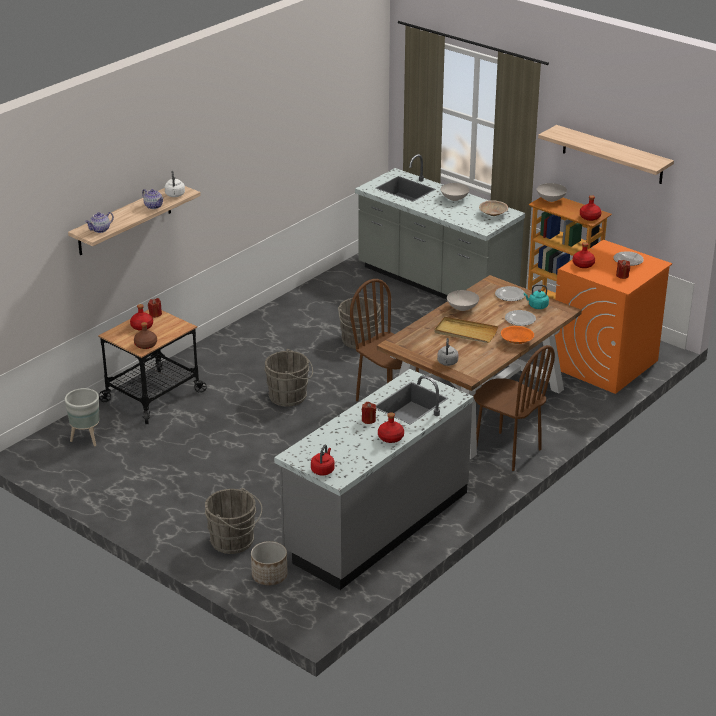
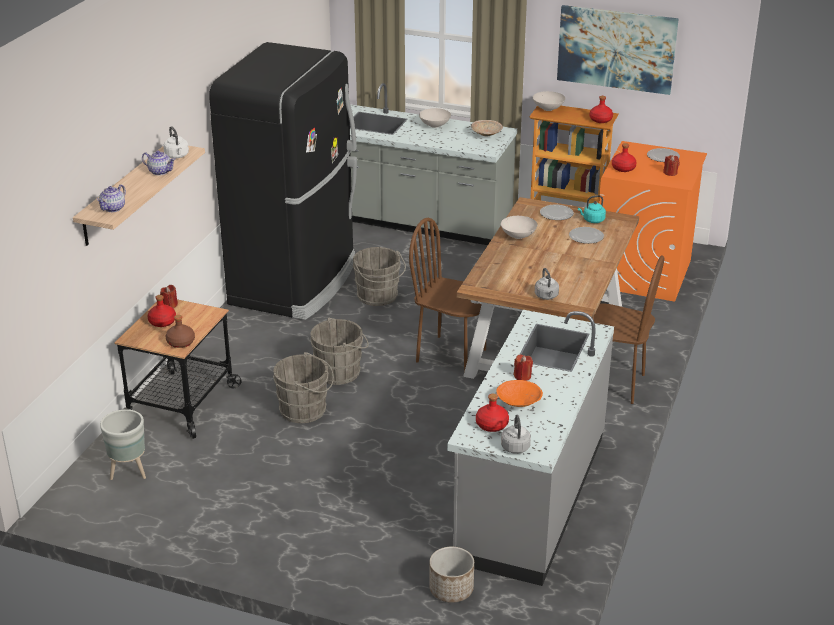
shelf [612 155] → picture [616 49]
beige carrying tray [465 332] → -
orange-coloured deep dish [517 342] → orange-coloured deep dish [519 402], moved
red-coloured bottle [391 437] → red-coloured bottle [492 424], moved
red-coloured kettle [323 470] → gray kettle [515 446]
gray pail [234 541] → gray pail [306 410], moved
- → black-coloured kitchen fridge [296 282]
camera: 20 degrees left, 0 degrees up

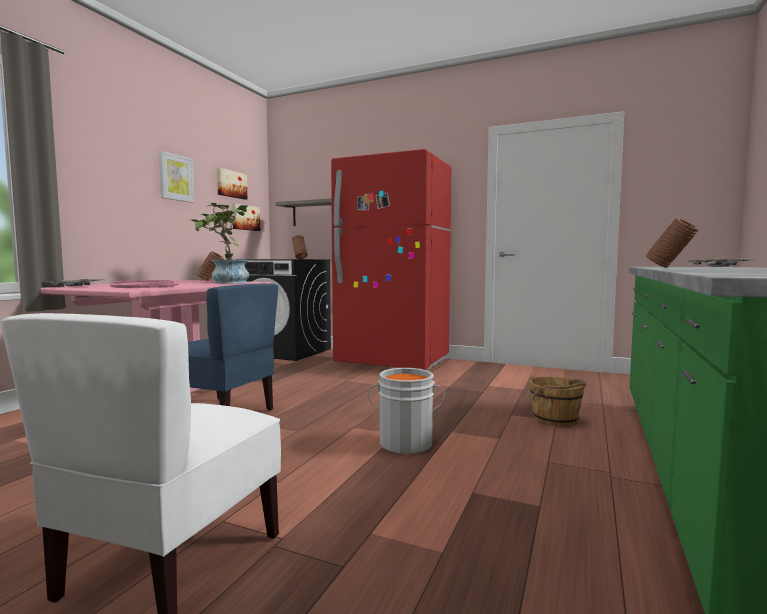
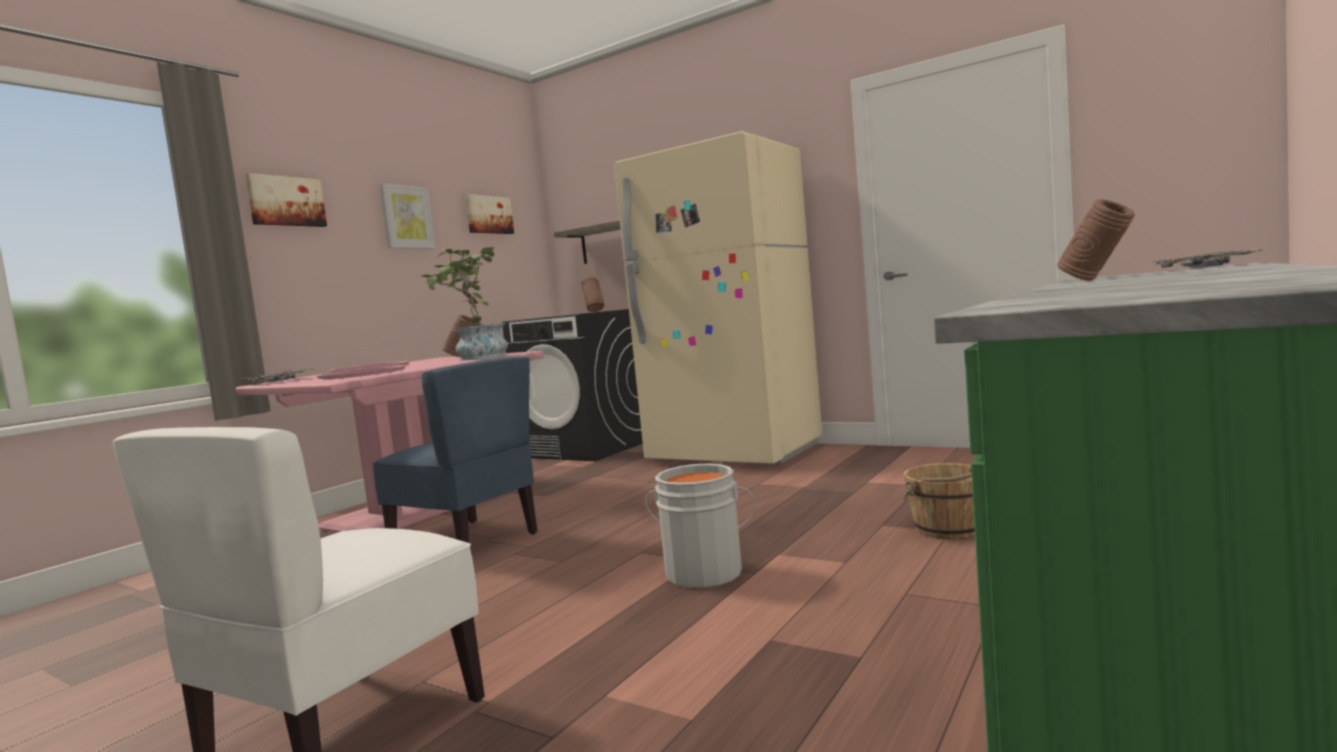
red-coloured kitchen fridge [393 362] → beige kitchen fridge [735 455]
picture [245 217] → picture [286 201], moved
camera: 10 degrees right, 0 degrees up

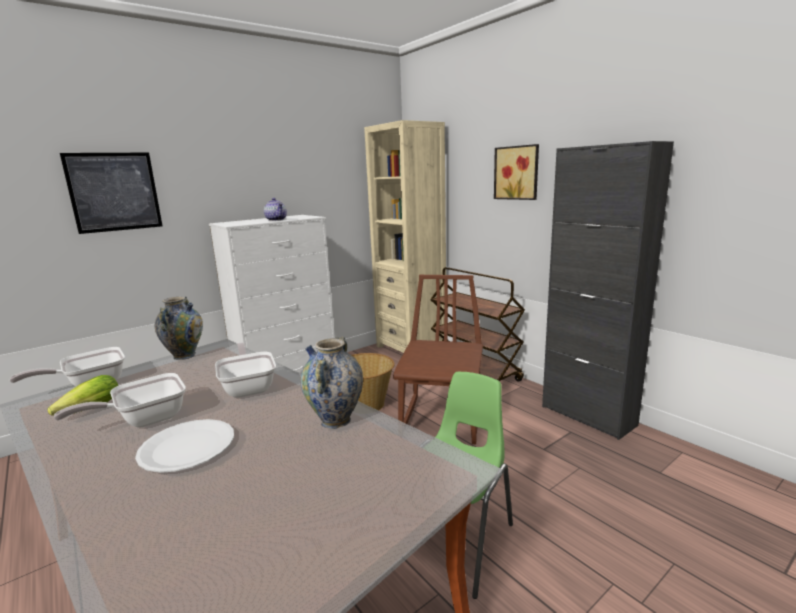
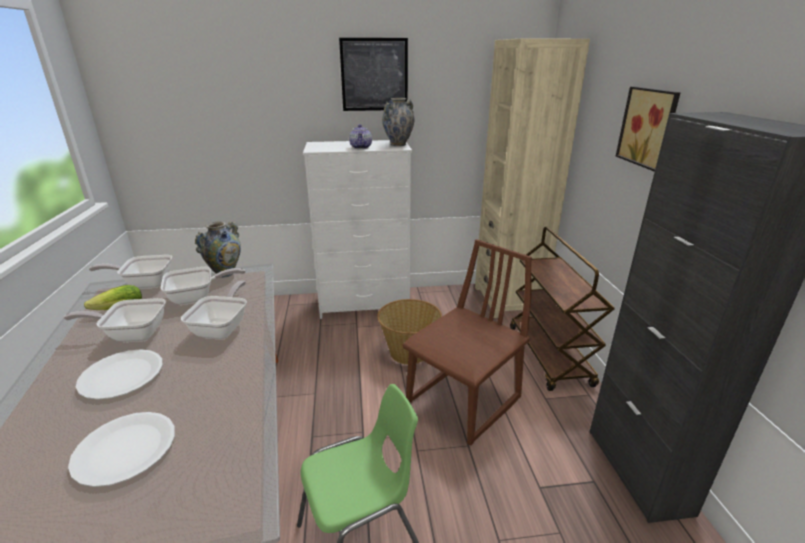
picture [114 192] → picture [374 75], moved
flower vase [335 420] → flower vase [398 144], moved
- → frying pan [198 297]
- → whitish flat dish [125 449]
camera: 30 degrees right, 10 degrees up

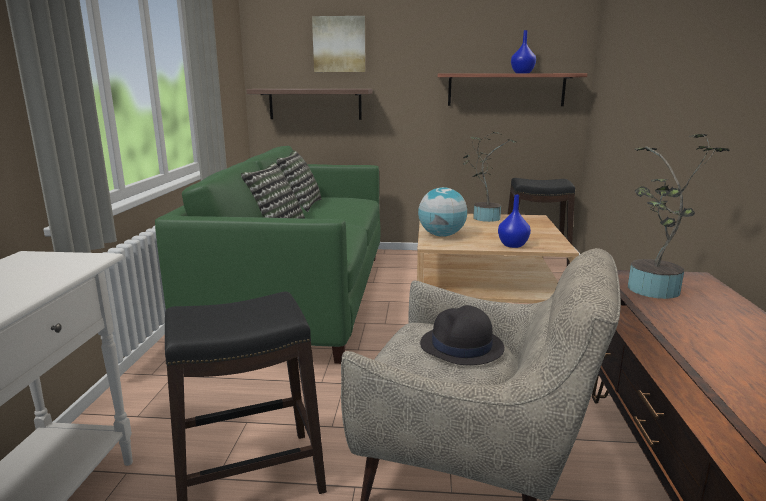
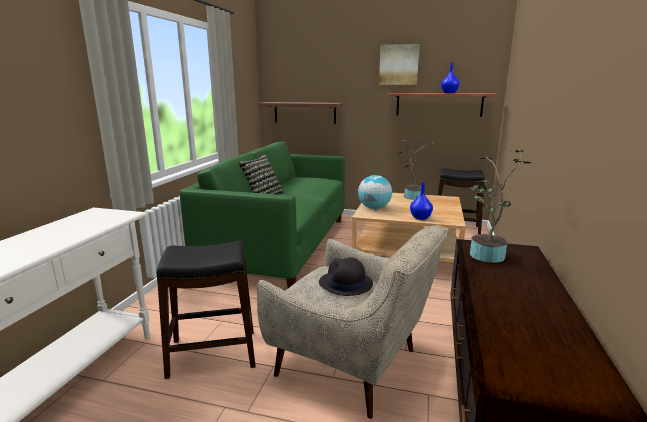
picture [339 44] → picture [398 65], moved
throw pillow [300 205] → -
camera: 10 degrees right, 0 degrees up

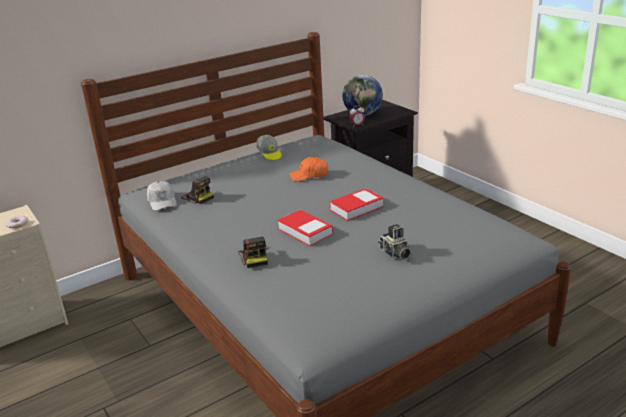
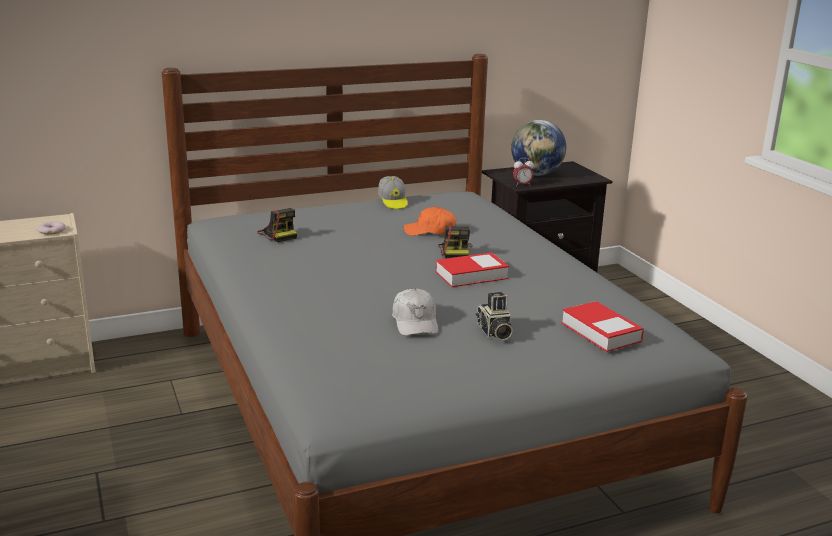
whitish baseball cap [162 201] → whitish baseball cap [415 322], moved
volume [305 231] → volume [600 332], moved
still camera [255 257] → still camera [455 251], moved
camera: 10 degrees right, 5 degrees down

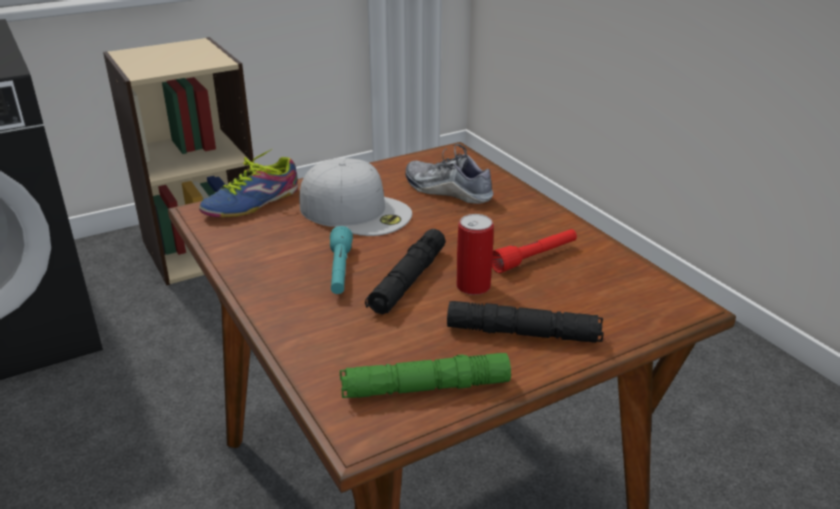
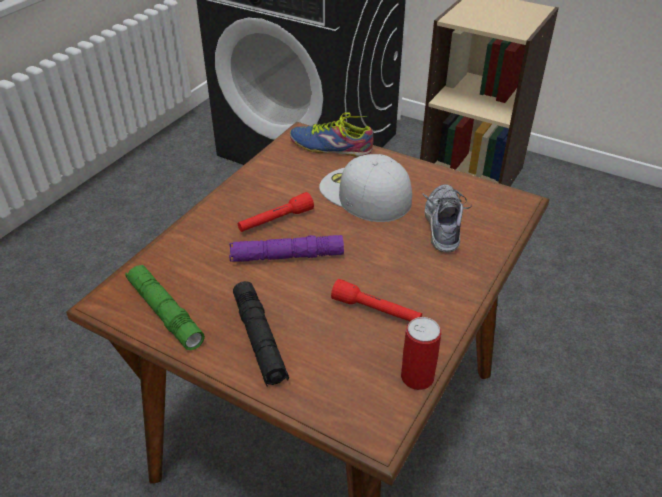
whitish baseball cap [356 211] → whitish baseball cap [364 194], 135 degrees clockwise
sealed can [473 286] → sealed can [417 377], moved
turquoise flashlight [340 270] → red-coloured flashlight [275 220]
black-coloured flashlight [408 281] → purplish flashlight [287 256]
camera: 60 degrees right, 10 degrees up

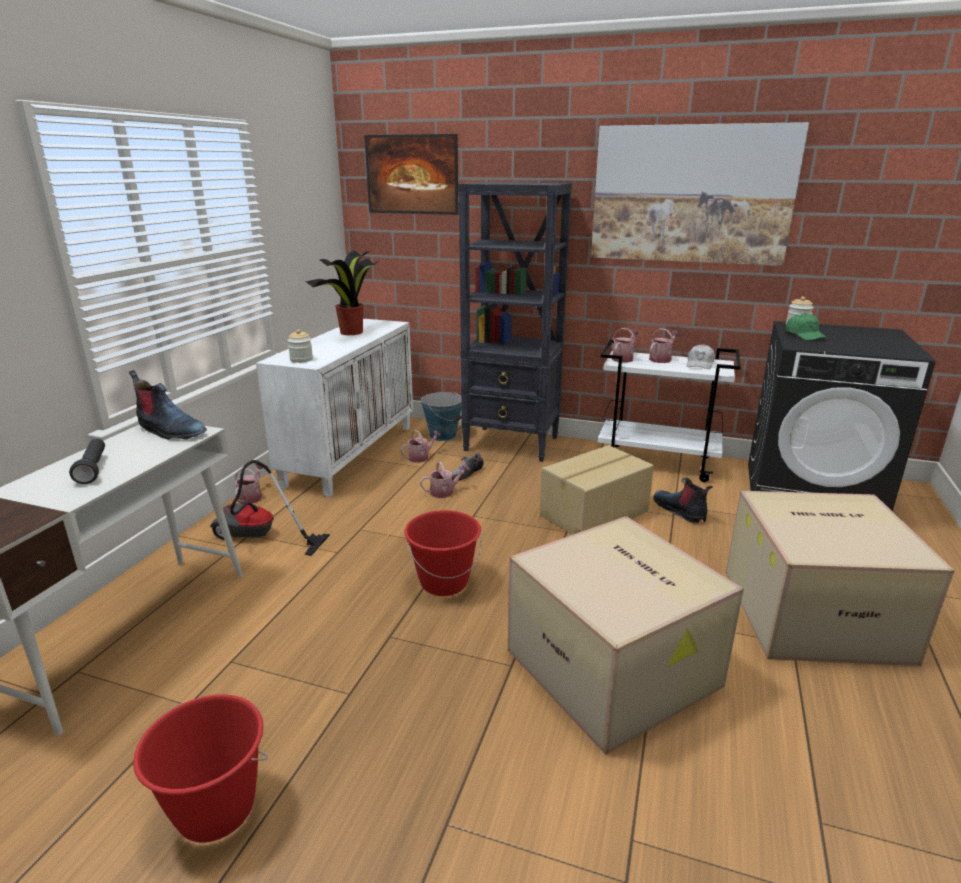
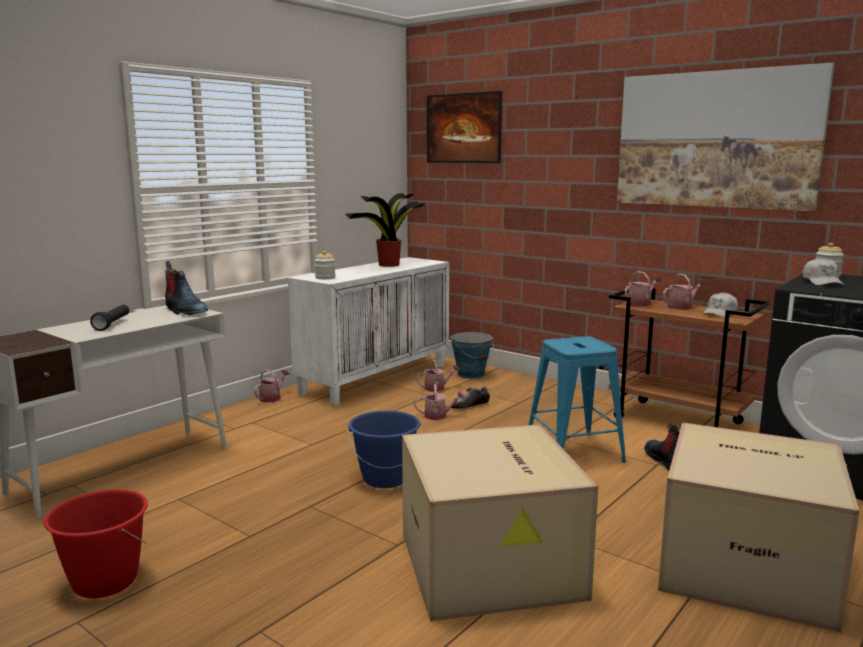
black-coloured shelving unit [512 444] → -
green baseball cap [805 335] → whitish baseball cap [822 282]
whitish trolley [658 462] → brownish trolley [679 421]
packing box [595 513] → bluish stool [573 451]
hoover [258 538] → -
red-coloured pail [444 582] → bluish pail [385 478]
camera: 20 degrees right, 10 degrees down

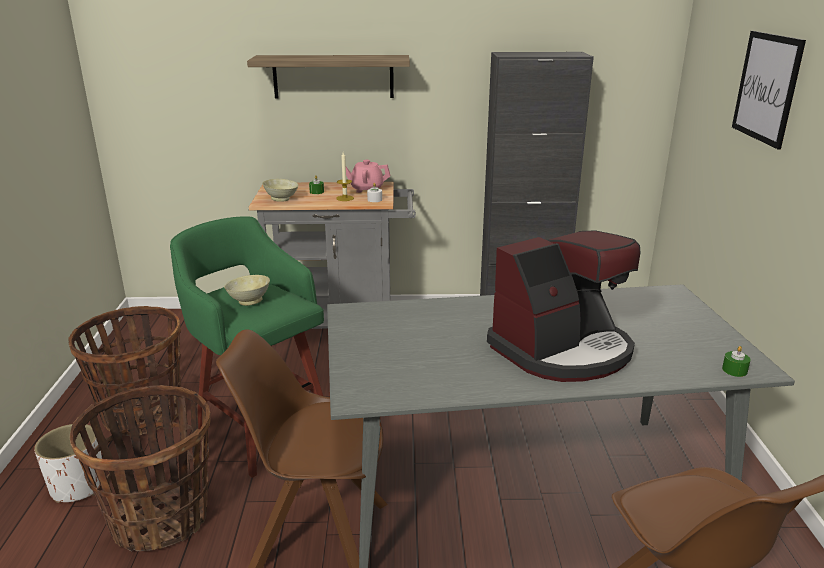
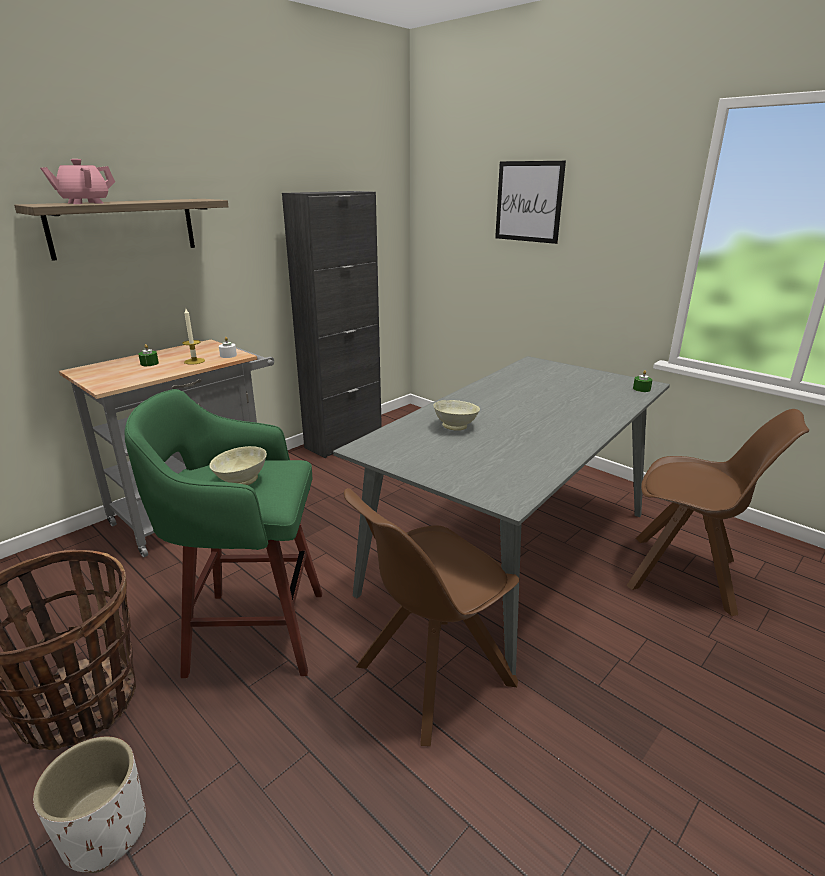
pink pot for tea [366 189] → pink pot for tea [85 203], moved
beige deep dish [281 199] → beige deep dish [456 426], moved
coffee brewer [562 350] → -
household basket [161 518] → -
camera: 45 degrees left, 0 degrees up

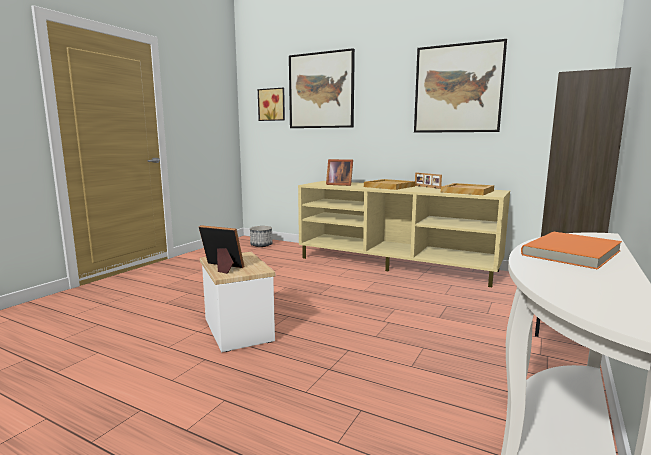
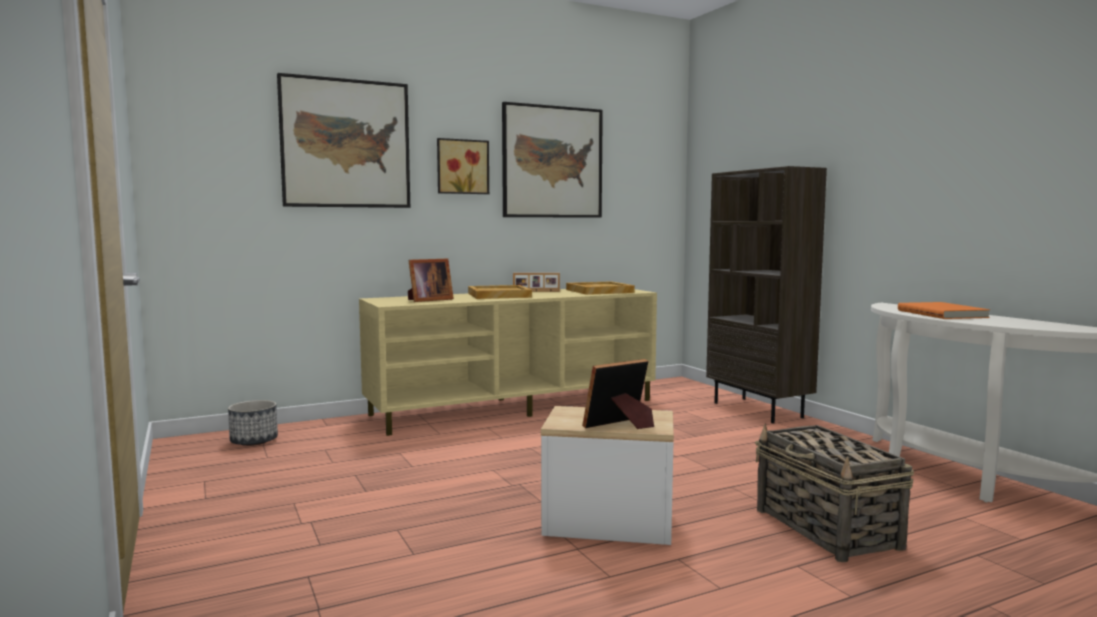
picture [272 104] → picture [462 167], moved
- → household basket [827 529]
camera: 55 degrees left, 5 degrees down

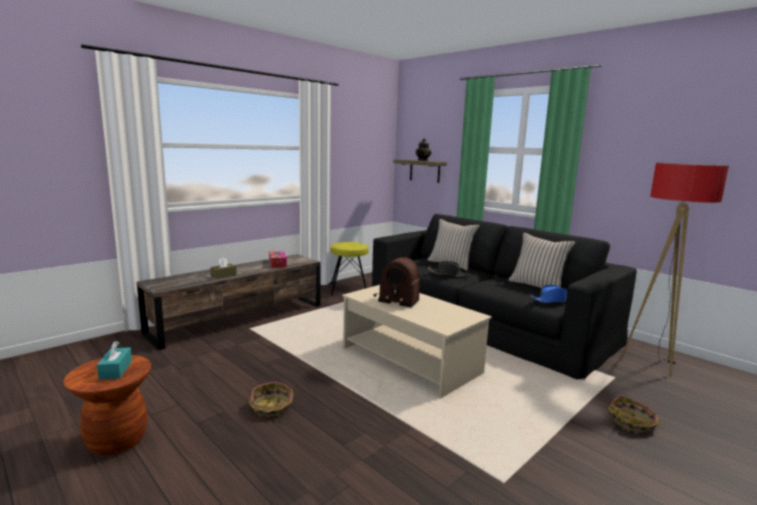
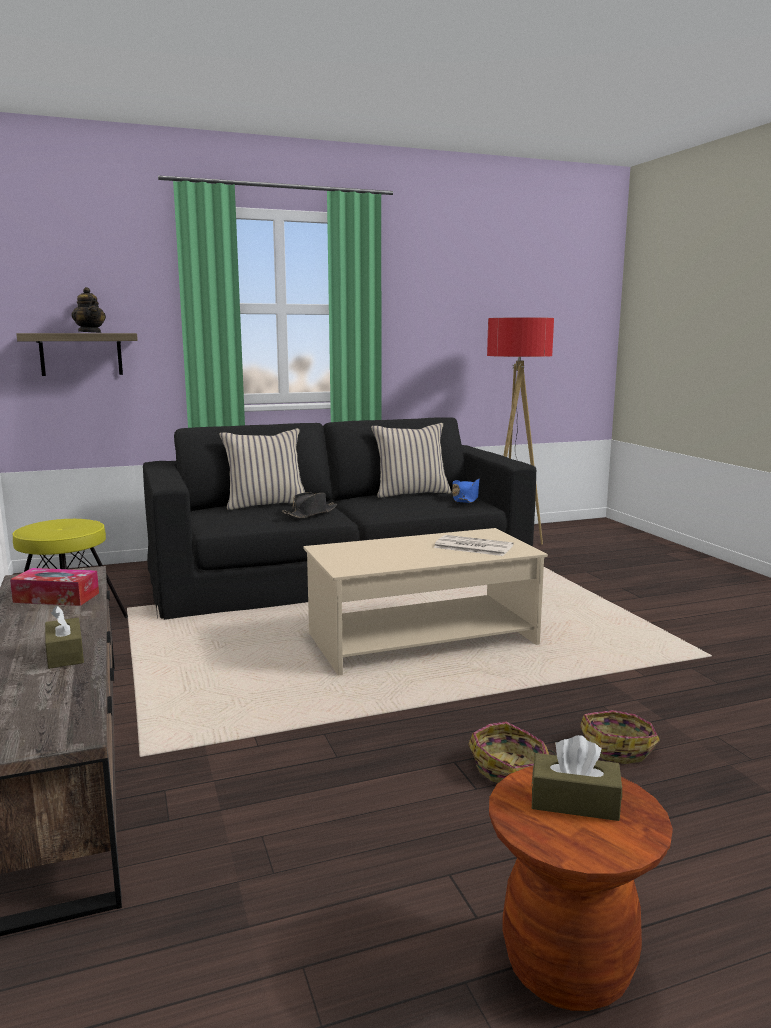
radio set [396 298] → -
turquoise tissue box [116 370] → brownish tissue box [574 802]
household basket [632 422] → household basket [618 747], moved
- → newspaper [472 547]
camera: 65 degrees left, 0 degrees up

